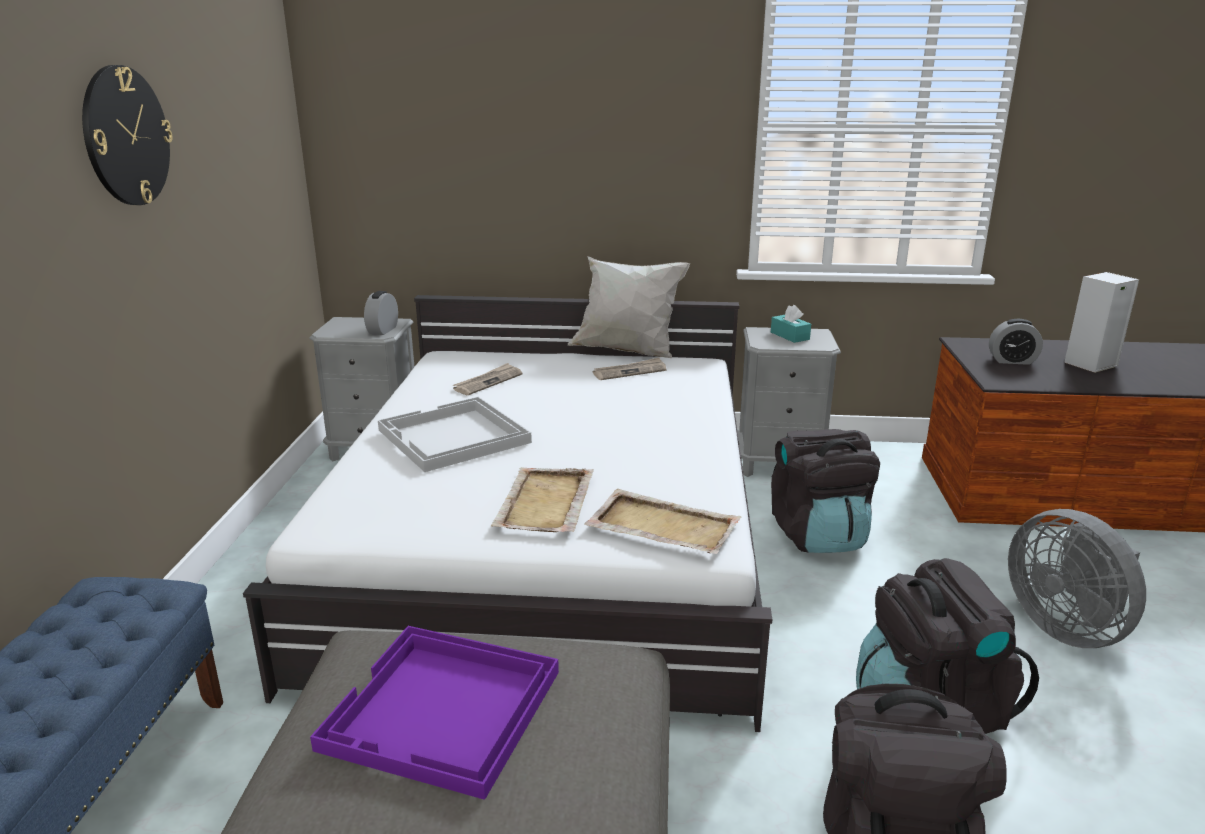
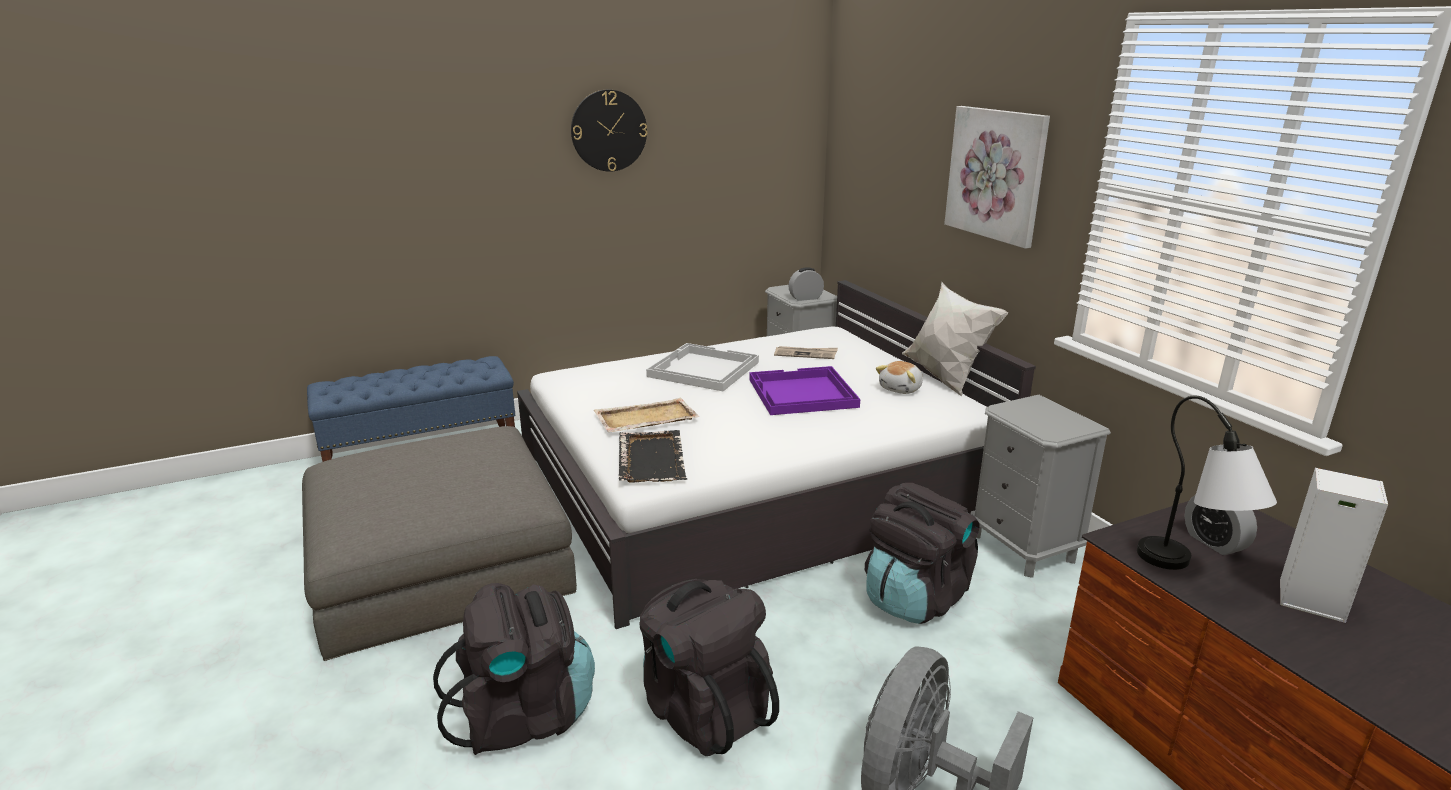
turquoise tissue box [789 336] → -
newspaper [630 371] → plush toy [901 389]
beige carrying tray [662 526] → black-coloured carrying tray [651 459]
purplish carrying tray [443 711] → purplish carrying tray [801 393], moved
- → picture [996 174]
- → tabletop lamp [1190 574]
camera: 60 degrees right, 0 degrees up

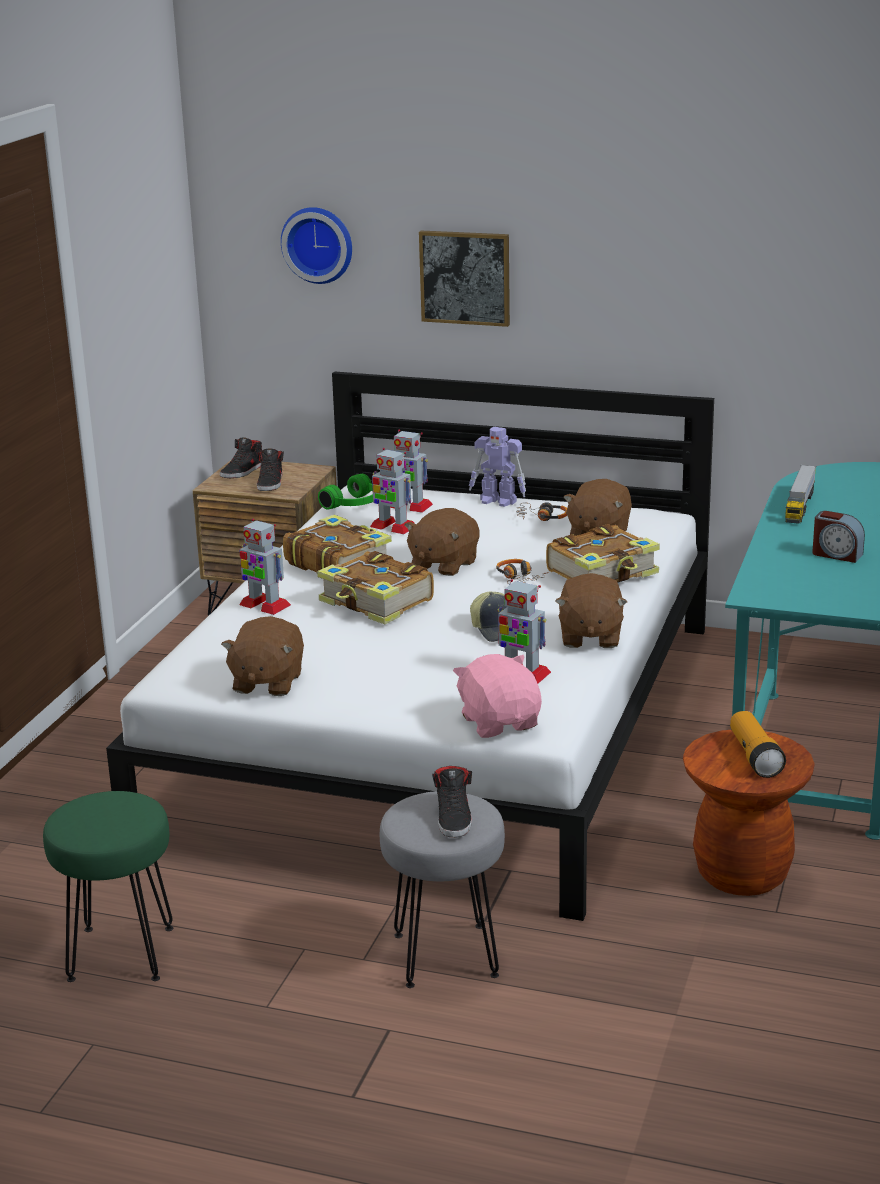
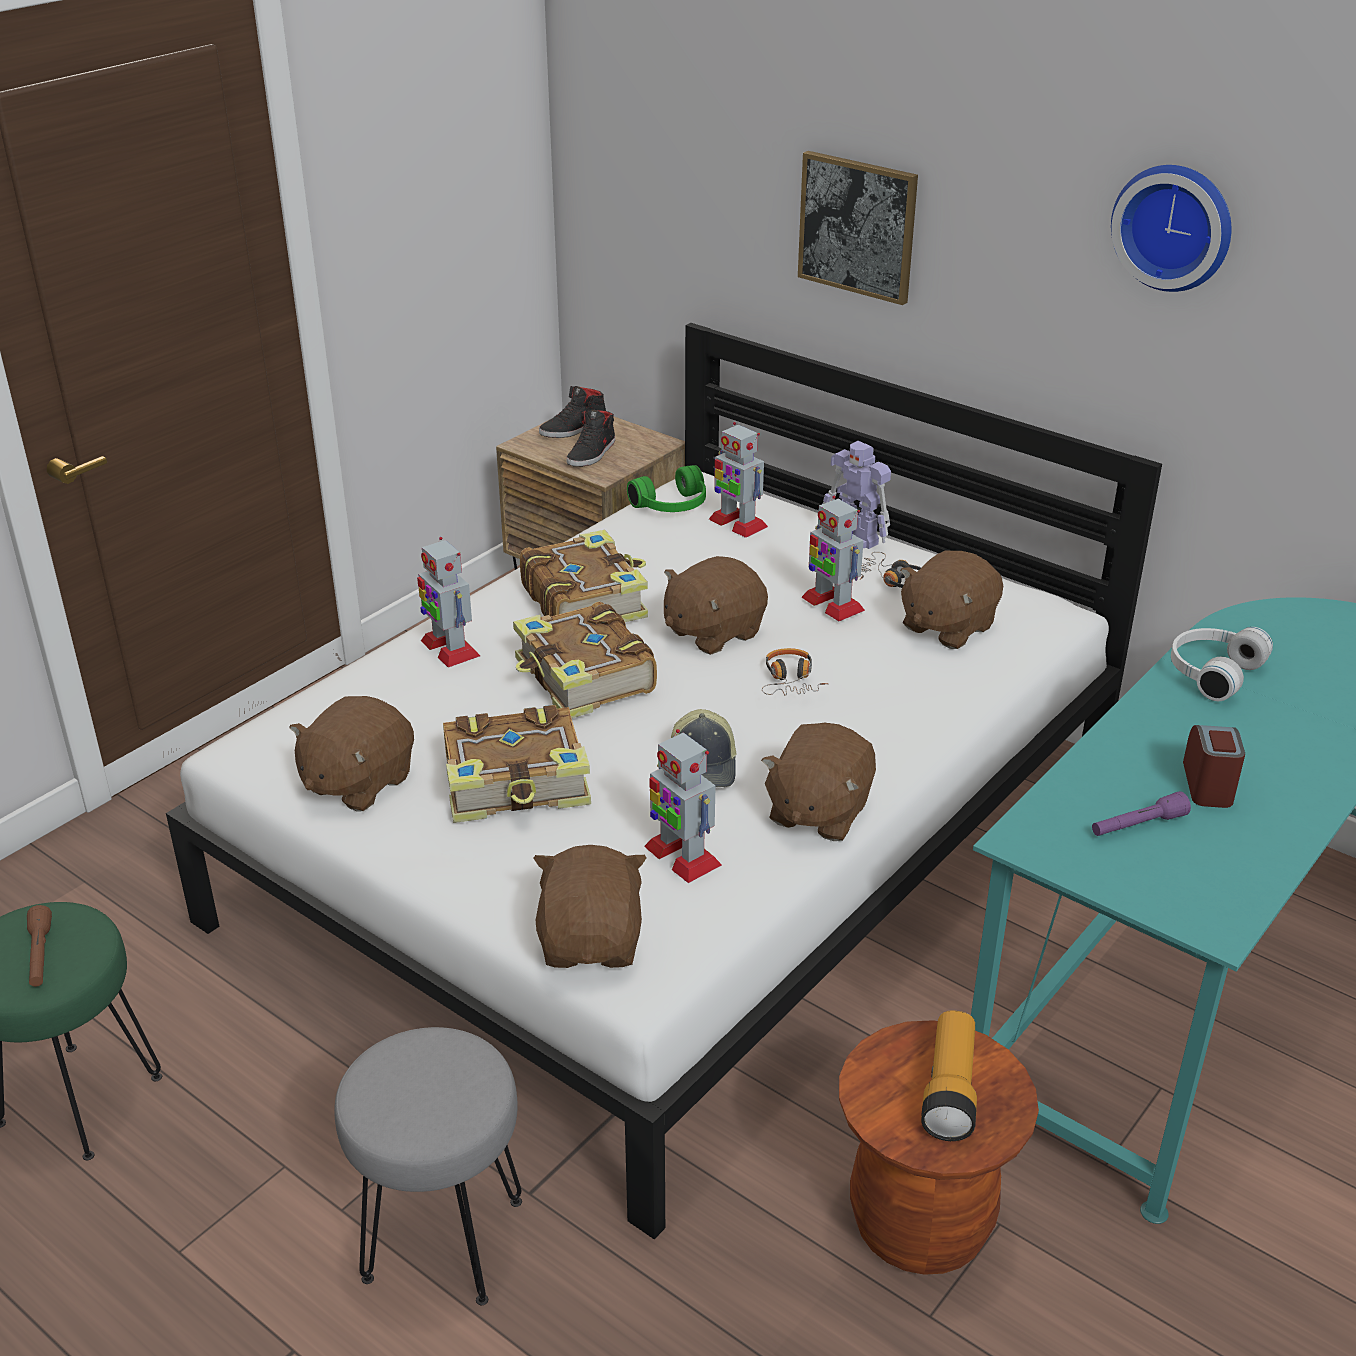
clock on the wall [319 244] → clock on the wall [1175 226], moved
model robot [392 526] → model robot [832 604], moved
model truck [799 506] → whitish pair of headphones [1211 672]
bedside clock [836 554] → bedside clock [1208 785], 135 degrees counterclockwise
volume [603 573] → volume [518 783], moved
pink plush toy [500 722] → brownish plush toy [592 942]
black-coloured item of footwear [454 817] → -
- → purplish flashlight [1137 825]
- → brownish flashlight [40 955]
camera: 20 degrees right, 10 degrees up

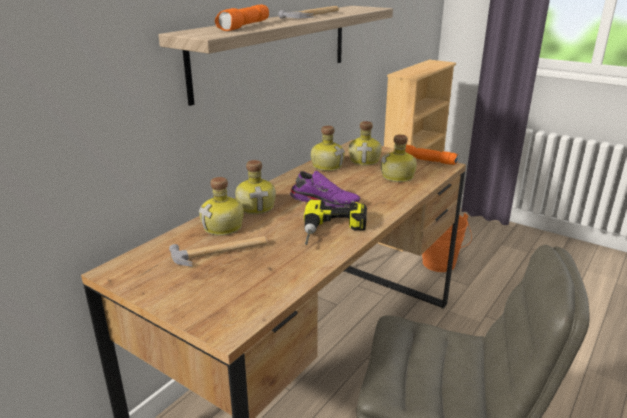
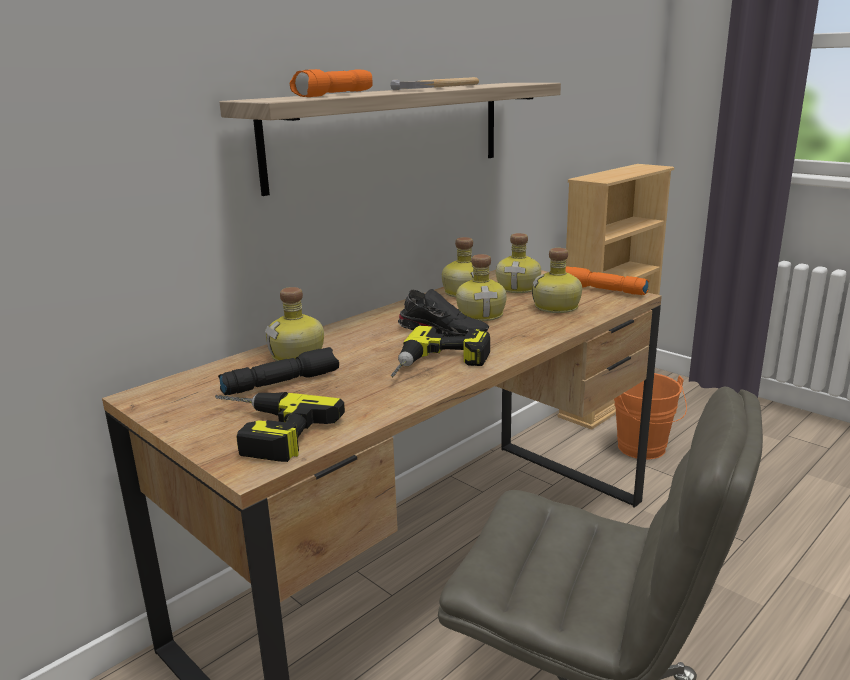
bottle [257 207] → bottle [482 314], moved
purplish item of footwear [325 201] → black-coloured item of footwear [444 331]
tool hammer [220 252] → black-coloured flashlight [281 382]
- → power drill [260 431]
camera: 10 degrees right, 5 degrees down

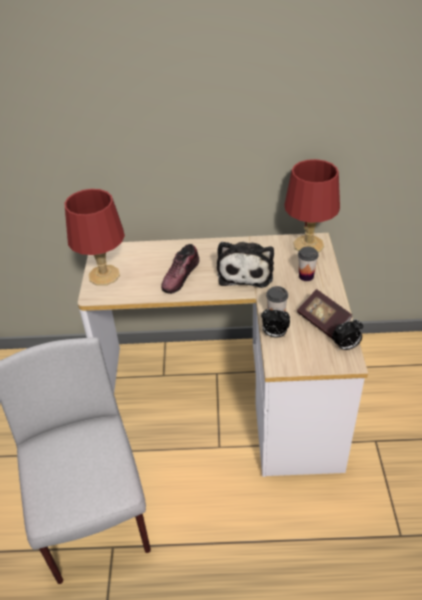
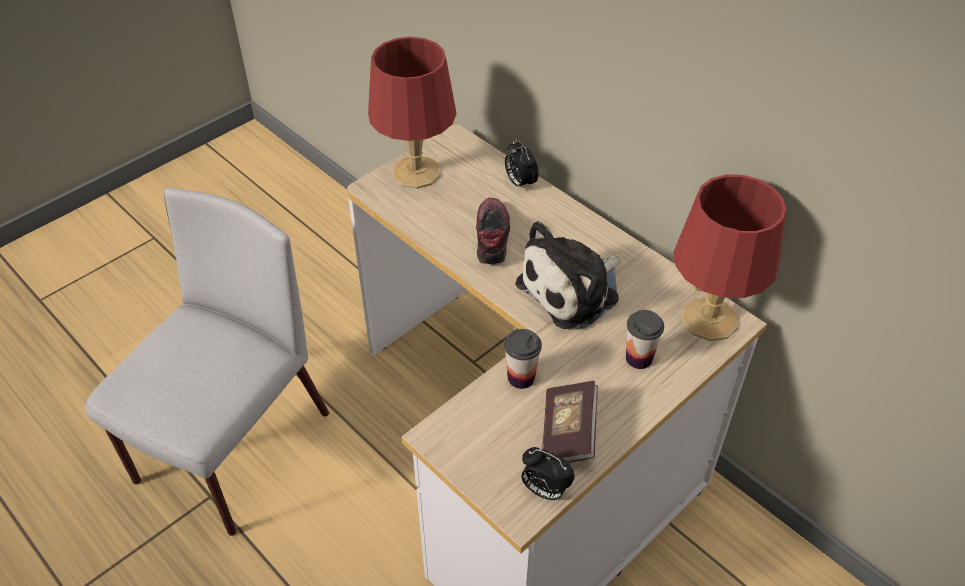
item of footwear [181 276] → item of footwear [491 237], 105 degrees clockwise
bedside clock [274 334] → bedside clock [520 183], moved
camera: 45 degrees right, 5 degrees up

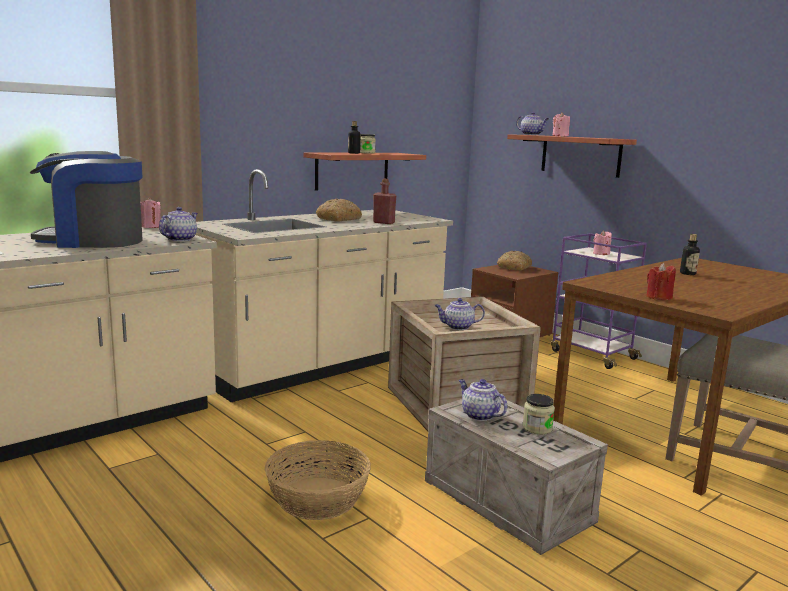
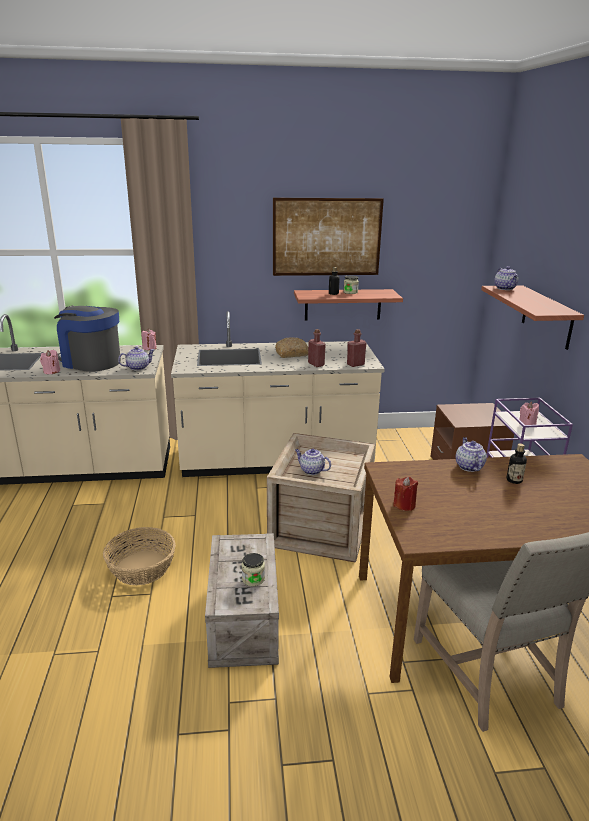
pink candle [560 136] → pink candle [51 371], moved
baked bread [514 267] → -
pot for tea [479 415] → pot for tea [468 466], moved
- → picture [327 237]
- → red-coloured bottle [355 364]
camera: 35 degrees right, 10 degrees up

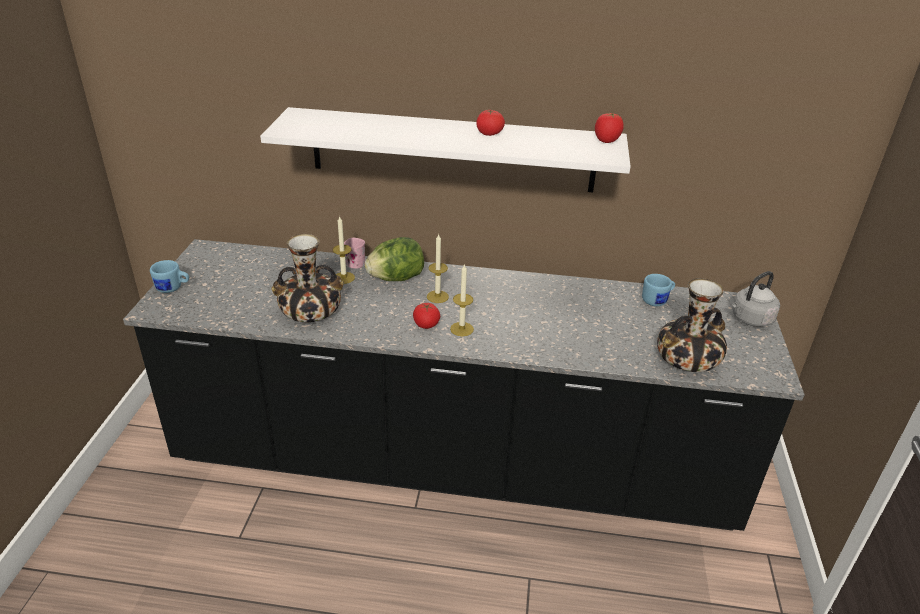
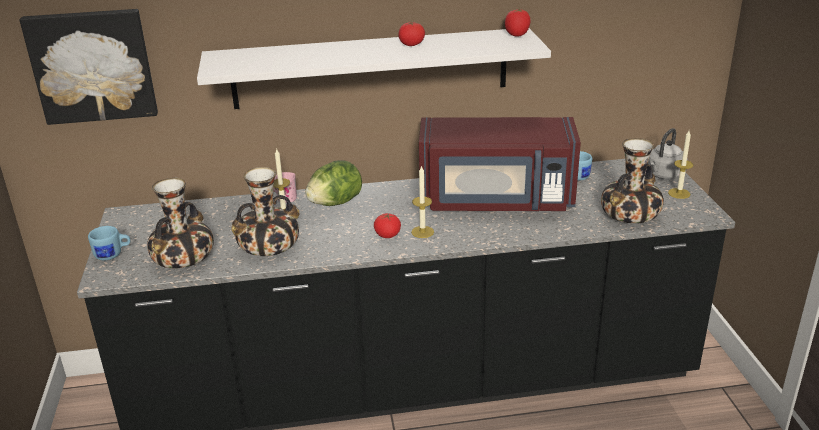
candle [437 296] → candle [679 193], moved
- → picture [92 65]
- → red-coloured microwave oven [496 200]
- → flower vase [182 259]
camera: 15 degrees left, 5 degrees down

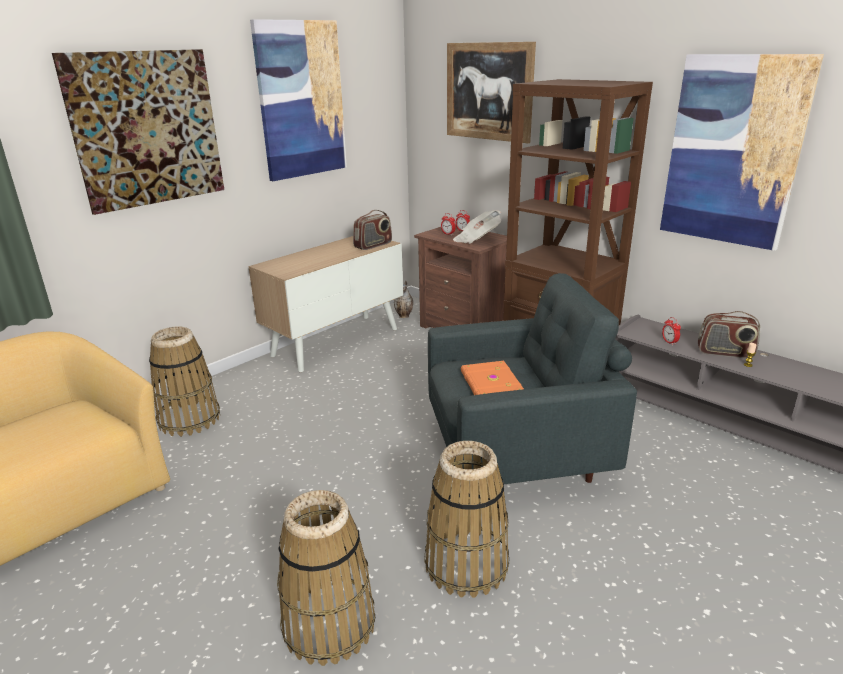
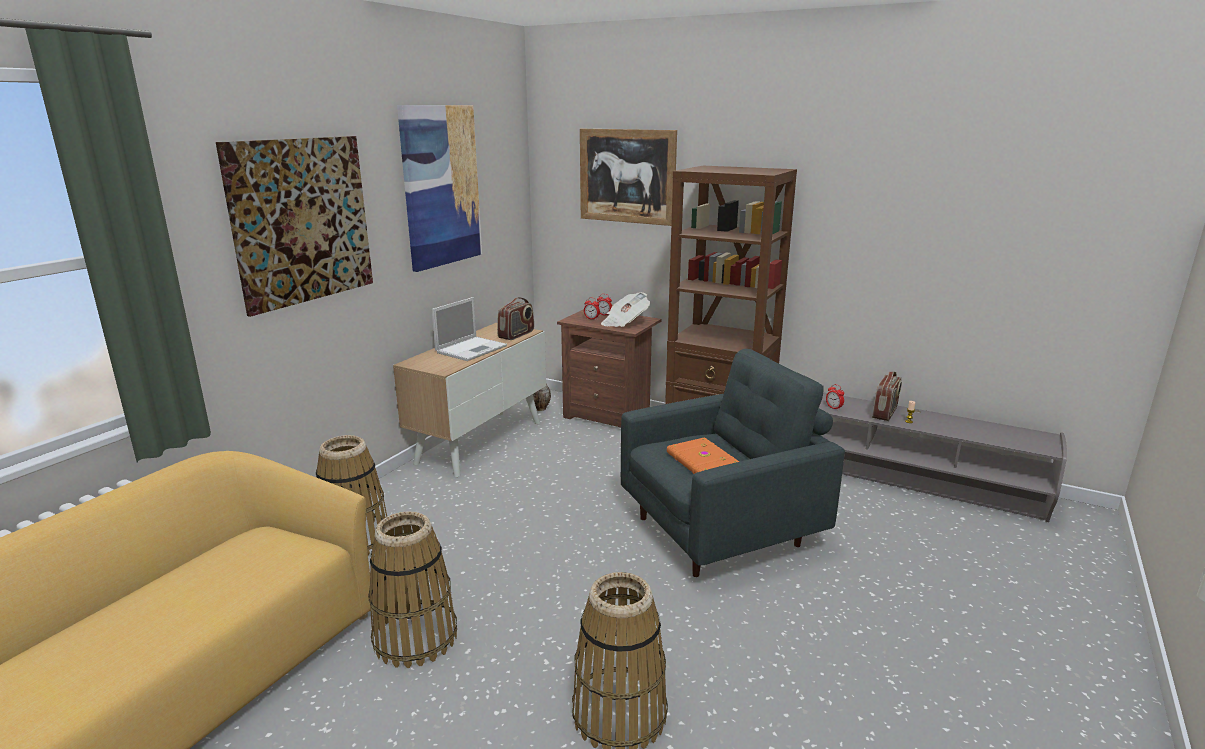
picture [733 151] → -
radio set [725 353] → radio set [885 413], 60 degrees counterclockwise
household basket [466 564] → household basket [416 637], moved
- → portable computer [472 349]
camera: 15 degrees left, 5 degrees down

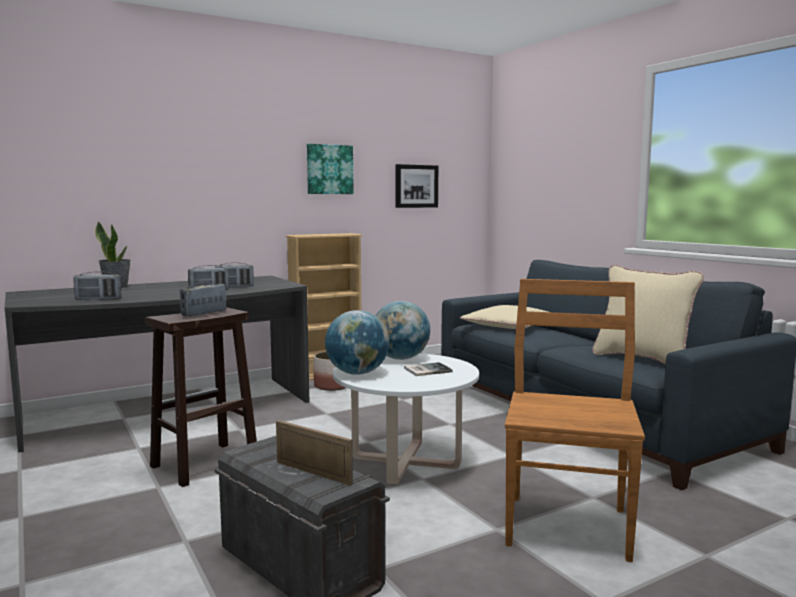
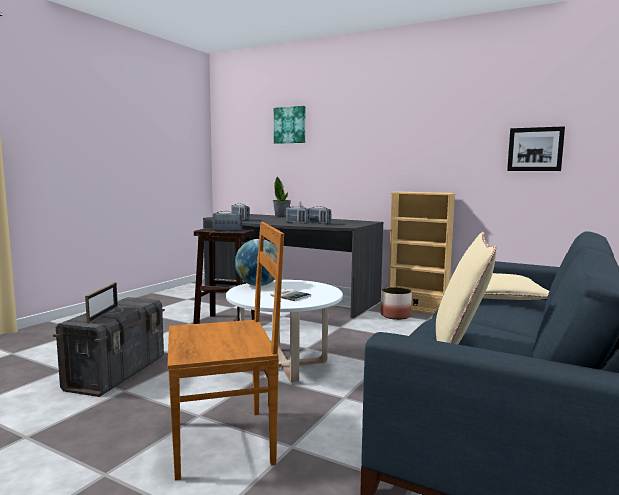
picture [329 169] → picture [290 125], moved
world globe [400 358] → -
camera: 60 degrees right, 0 degrees up

